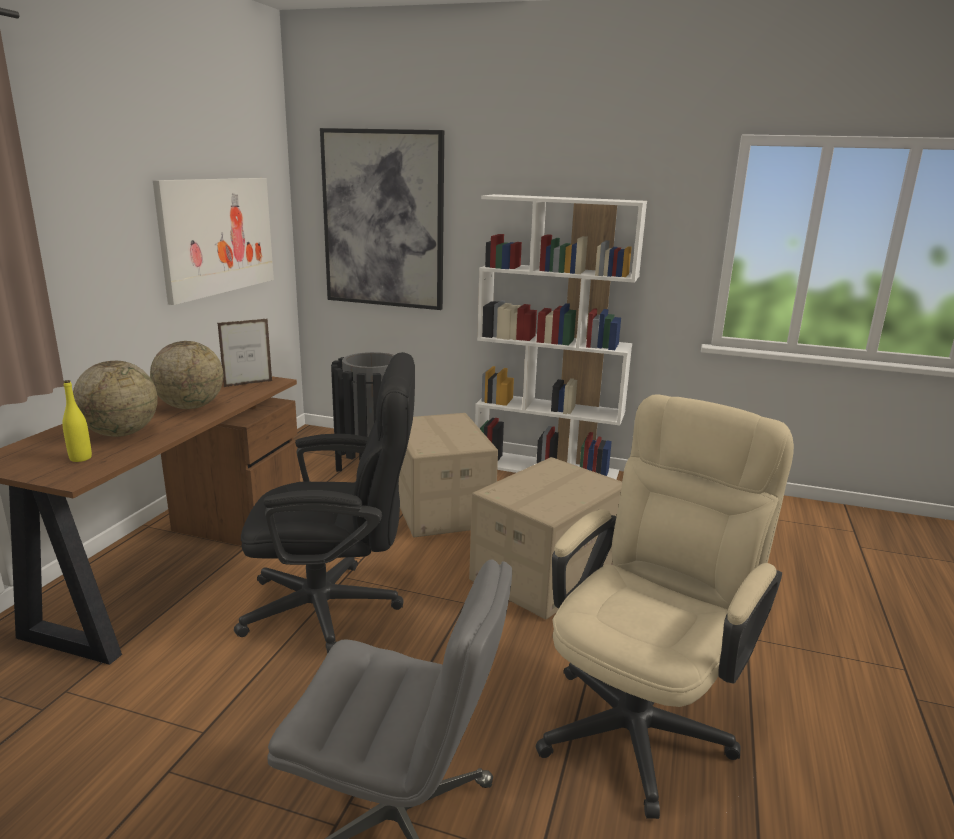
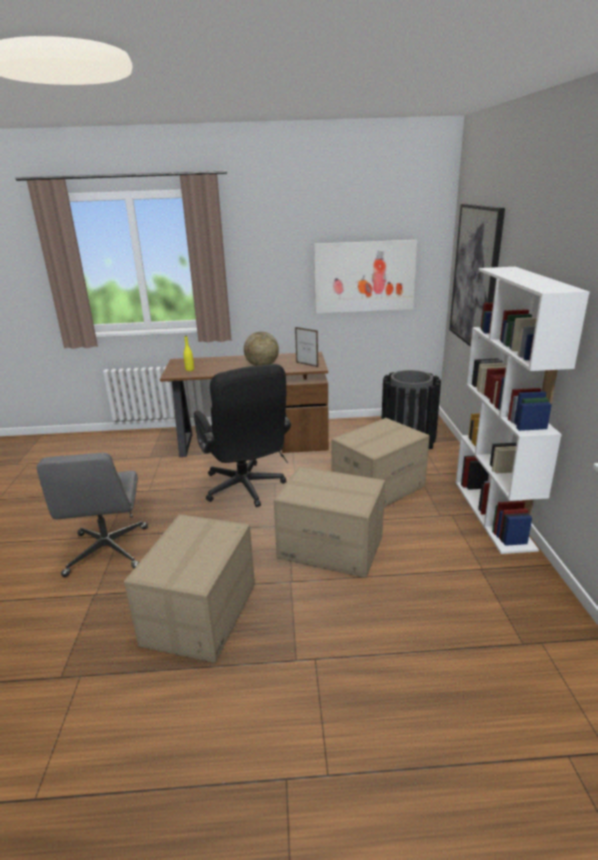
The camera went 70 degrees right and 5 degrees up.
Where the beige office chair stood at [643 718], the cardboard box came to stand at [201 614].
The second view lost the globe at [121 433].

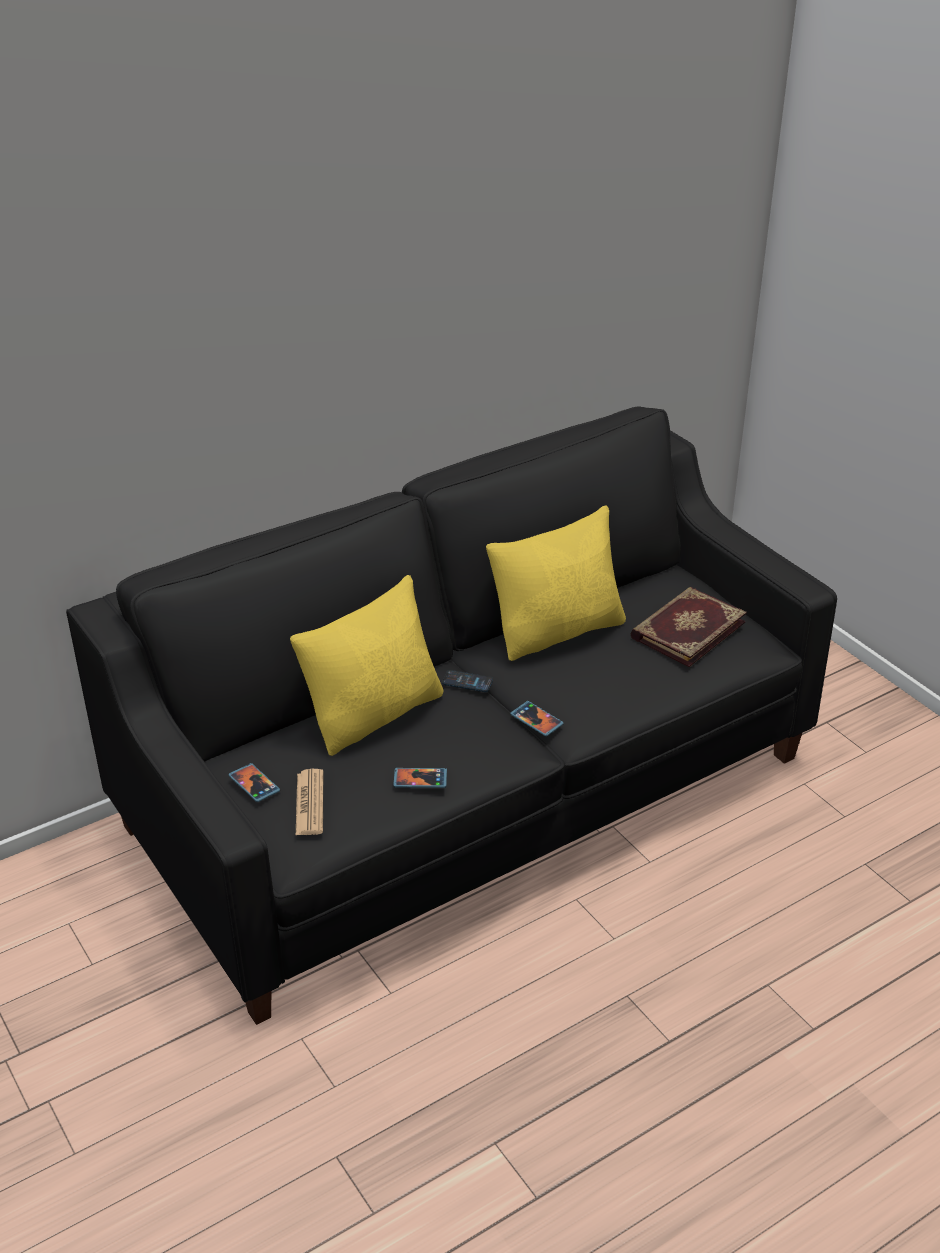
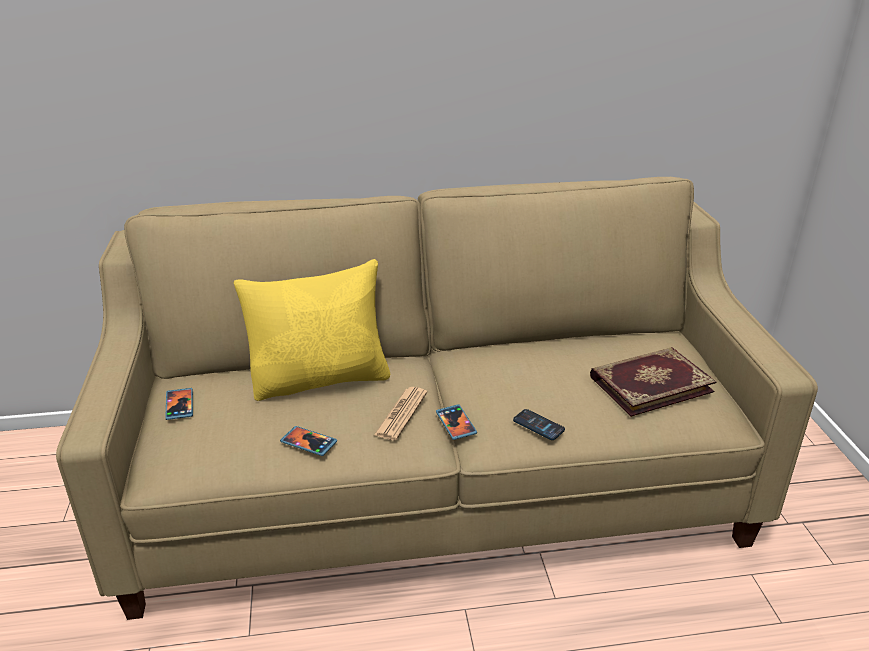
The camera went 25 degrees right and 5 degrees down.
What was the black sofa at [469 792] turned into the beige sofa at [434 481].
The newspaper ended up elsewhere, having gone from [309 803] to [401 414].
The phone ended up elsewhere, having gone from [467 682] to [538 425].
The second view lost the yellow pillow at [558 631].

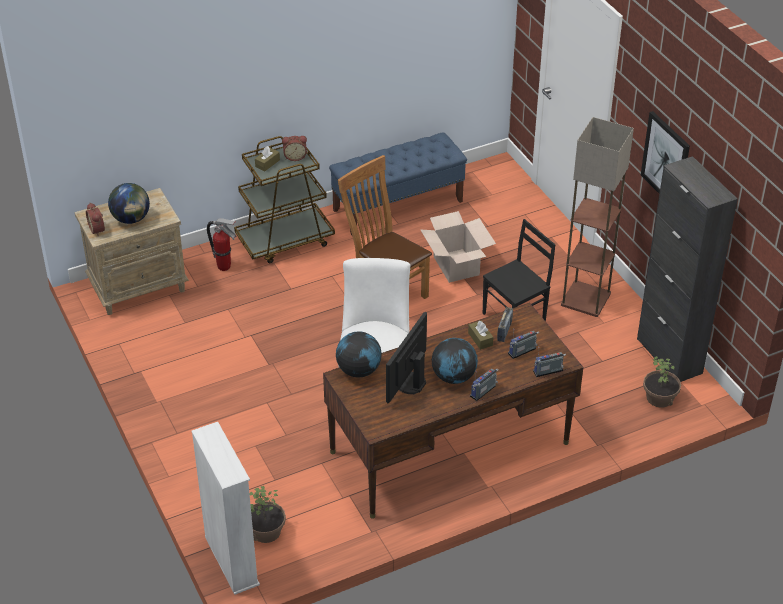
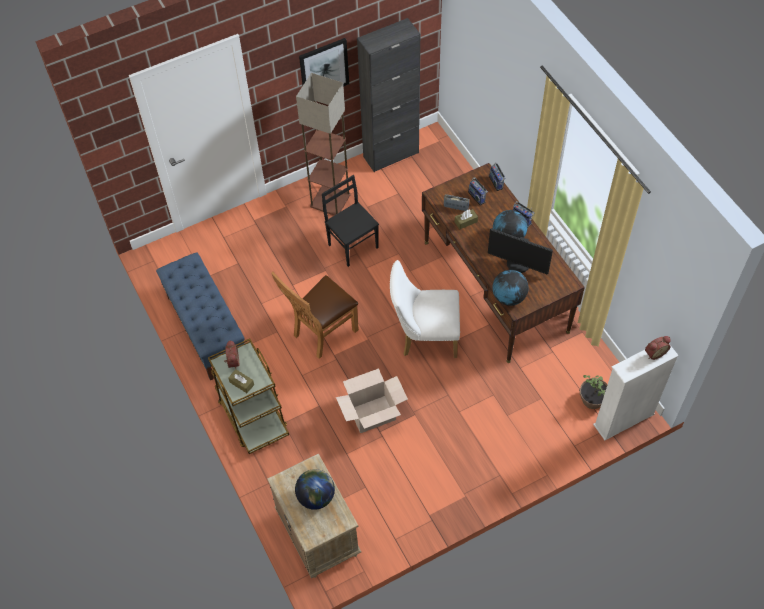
The camera went 90 degrees left and 15 degrees up.
The cardboard box ended up elsewhere, having gone from [455 266] to [372 414].
The alarm clock ended up elsewhere, having gone from [98 229] to [654 352].
The second view lost the fire extinguisher at [224 267].
The second view lost the potted plant at [660 398].

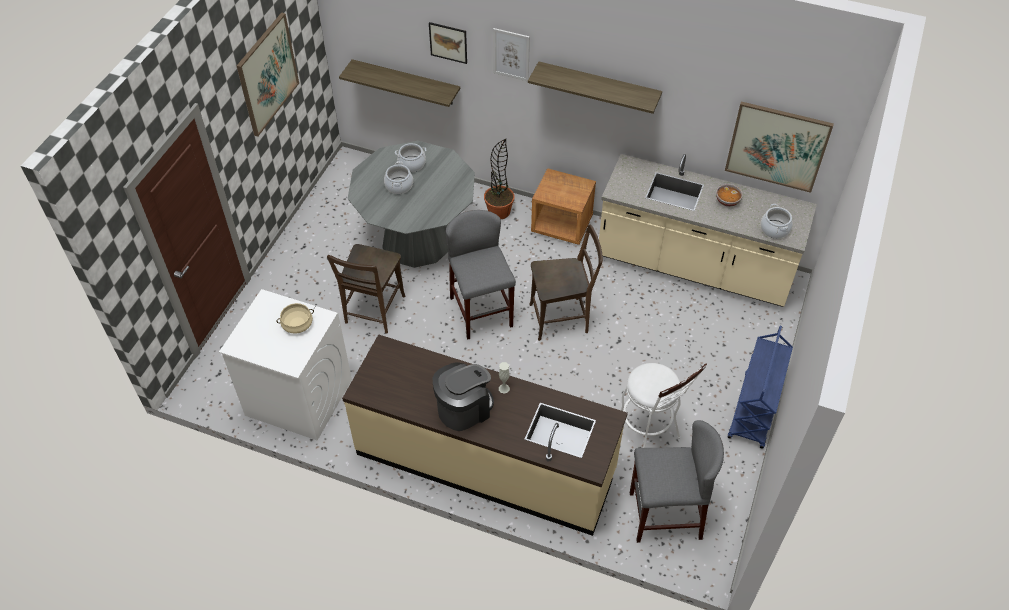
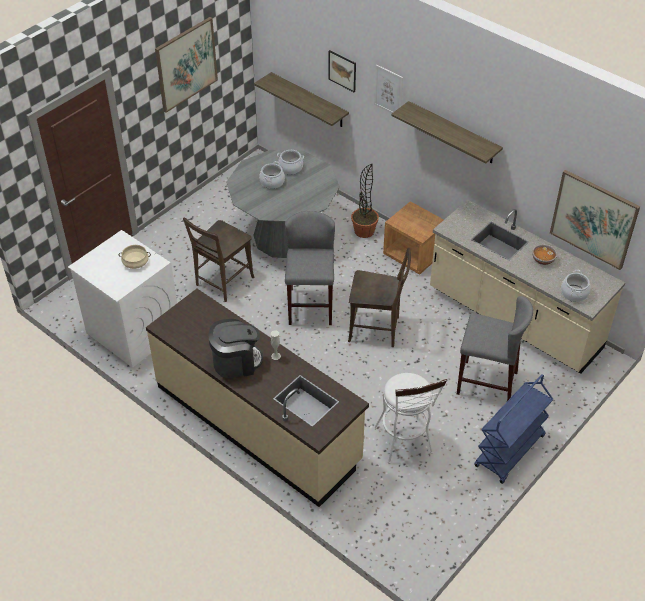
The camera went 20 degrees right and 5 degrees down.
The grey stool ended up elsewhere, having gone from [664 515] to [486 383].

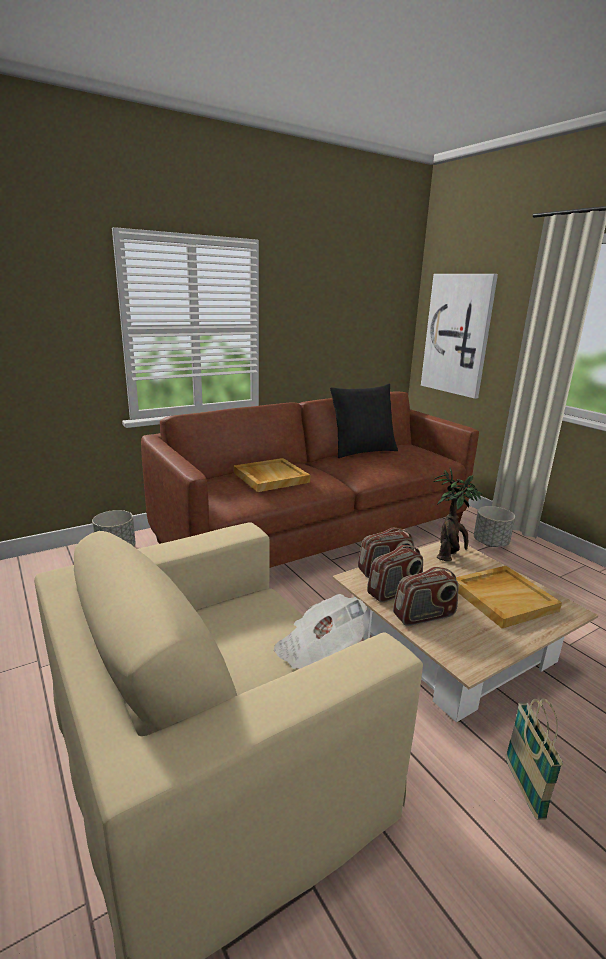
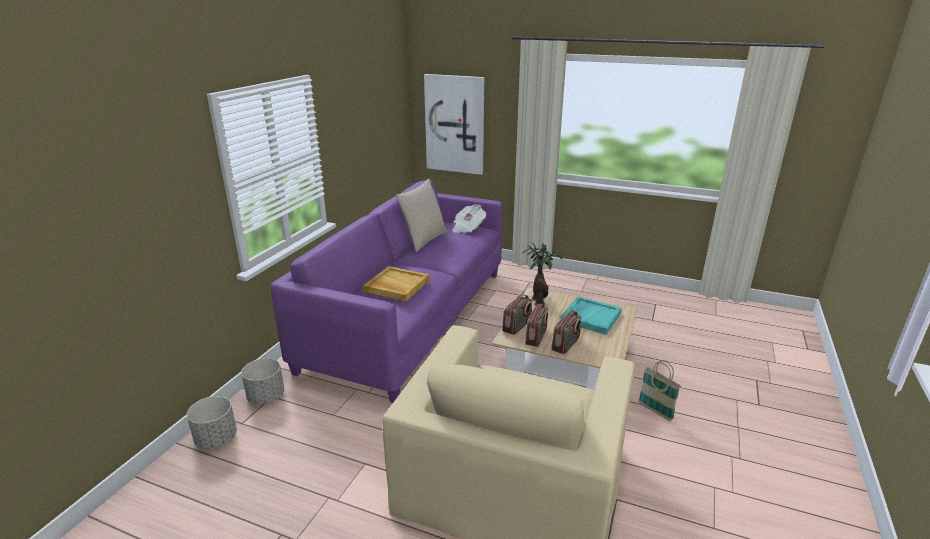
The camera went 35 degrees left and 5 degrees up.
The grey planter ended up elsewhere, having gone from [490 543] to [216 438].
What was the brown sofa at [316 532] turned into the purple sofa at [409 317].
What was the black pillow at [362 451] turned into the beige pillow at [423 240].
The newspaper ended up elsewhere, having gone from [318 651] to [467 228].
What was the beige tray at [503 598] turned into the turquoise tray at [590 317].

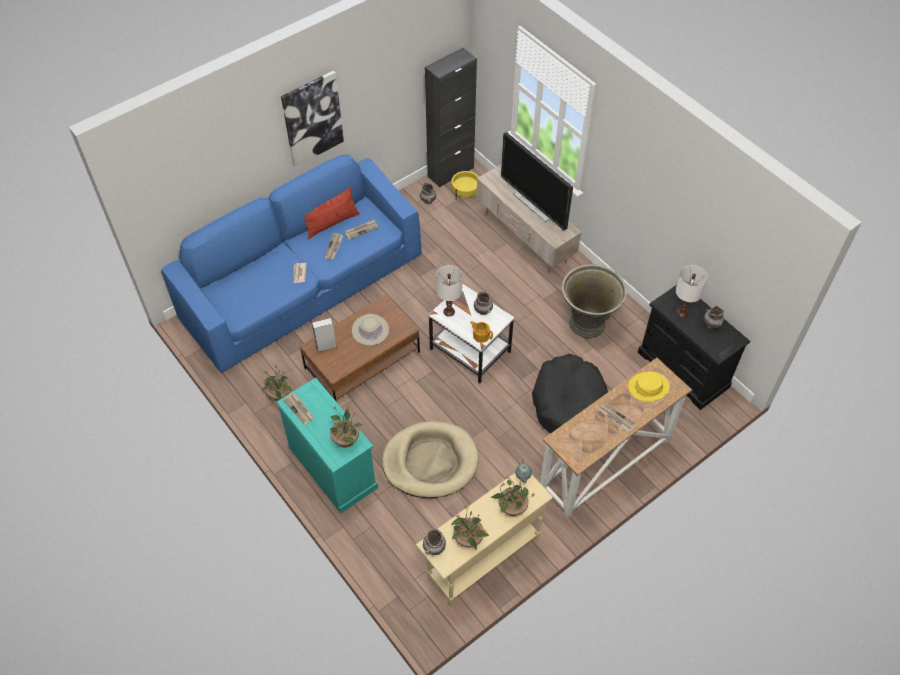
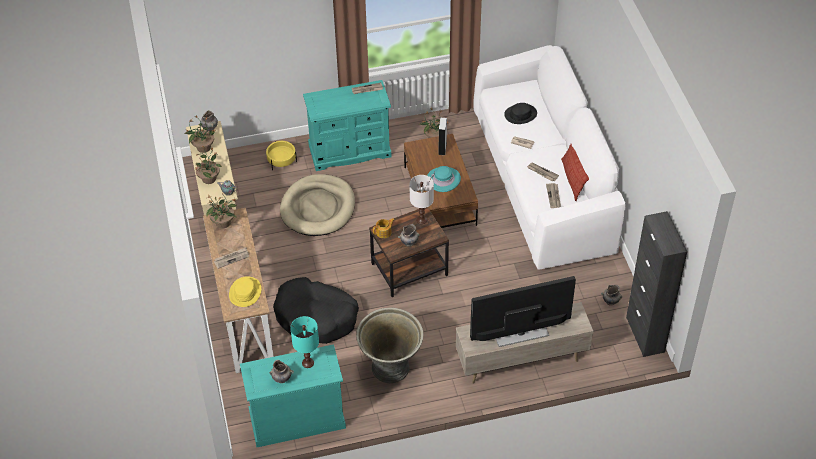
The camera went 115 degrees right and 5 degrees down.
The potted plant ended up elsewhere, having gone from [346 439] to [223 223].
What was the black dresser at [683 370] turned into the turquoise dresser at [297 419].
The yellow planter ended up elsewhere, having gone from [465 191] to [281 161].
What was the white table lamp at [682 313] turned into the turquoise table lamp at [307 362].
What was the white side table at [470 350] turned into the brown side table at [409 270].
What was the beige hat at [370 330] turned into the turquoise hat at [443 179].
What was the blue sofa at [303 287] turned into the white sofa at [542 180].
The second view gained the black hat at [520 114].
The second view lost the picture at [312 118].

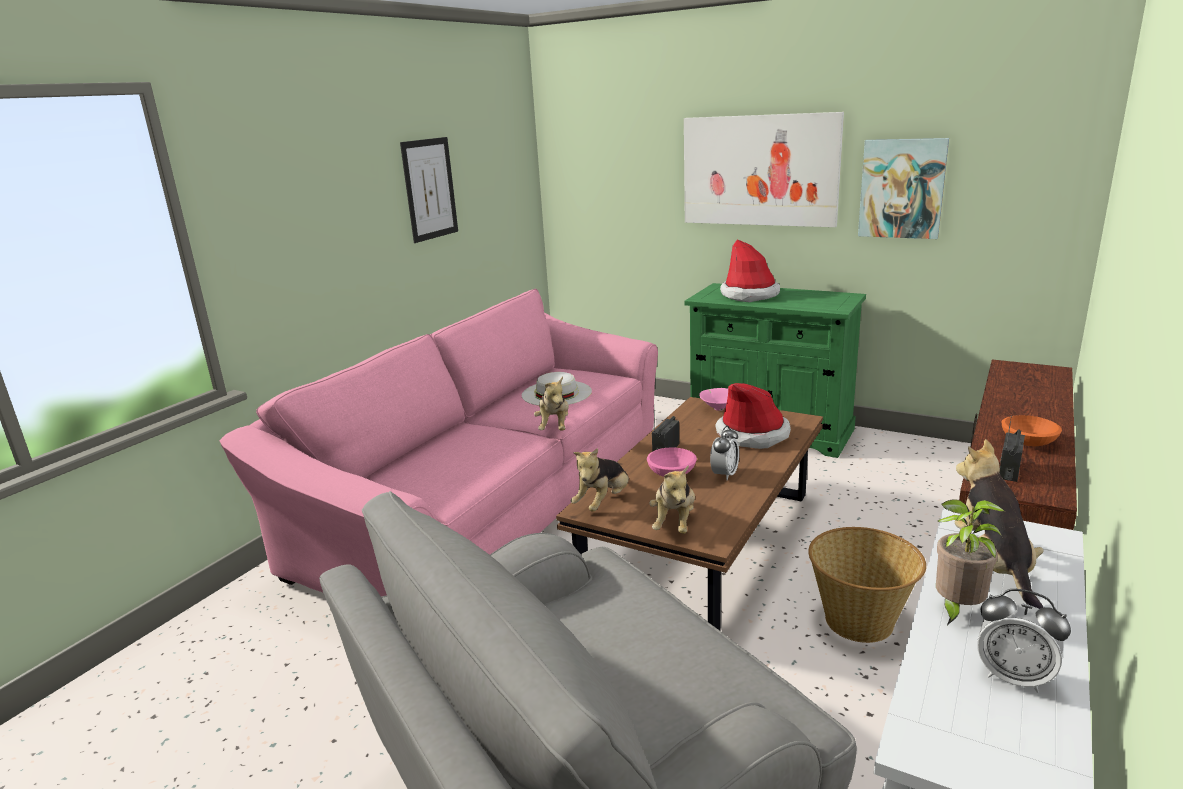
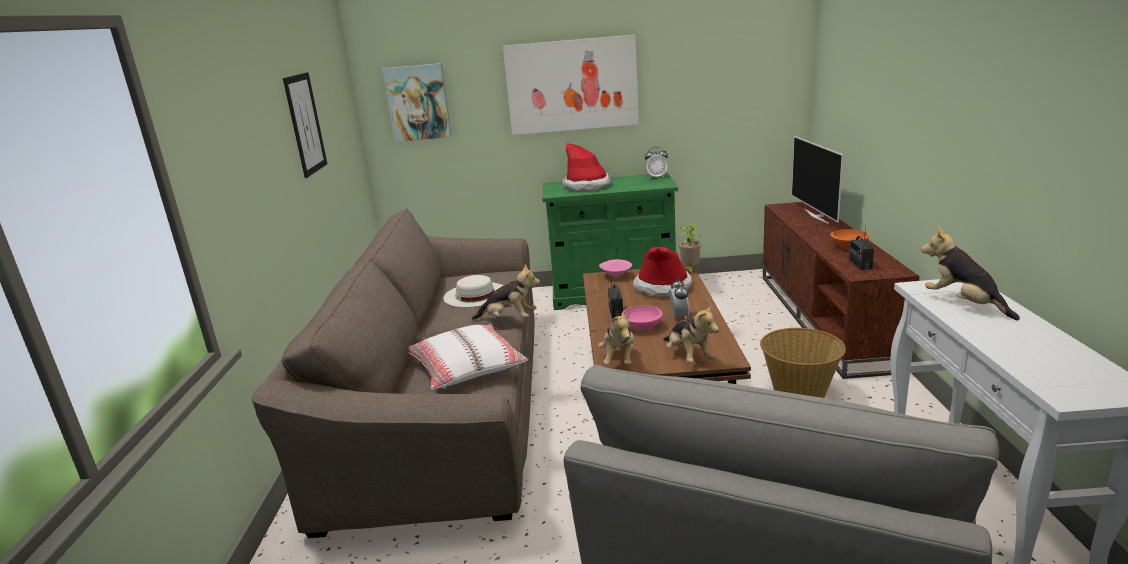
The camera went 30 degrees left and 0 degrees up.
What was the pink sofa at [492 500] turned into the brown sofa at [446 404].
The picture ended up elsewhere, having gone from [902 188] to [417 102].
The second view gained the white pillow at [466 368].
The plush toy at [554 427] ended up facing another way, 45 degrees counterclockwise from before.
The alarm clock ended up elsewhere, having gone from [1013 677] to [656 177].
The potted plant ended up elsewhere, having gone from [956 609] to [689 270].
The second view gained the television at [817 216].

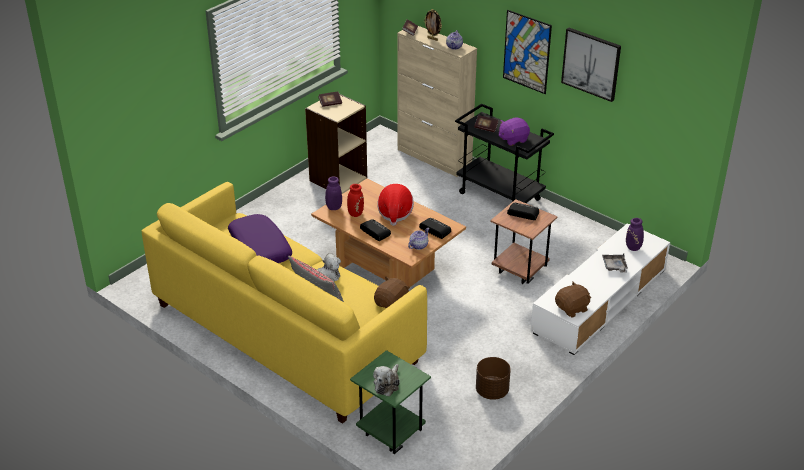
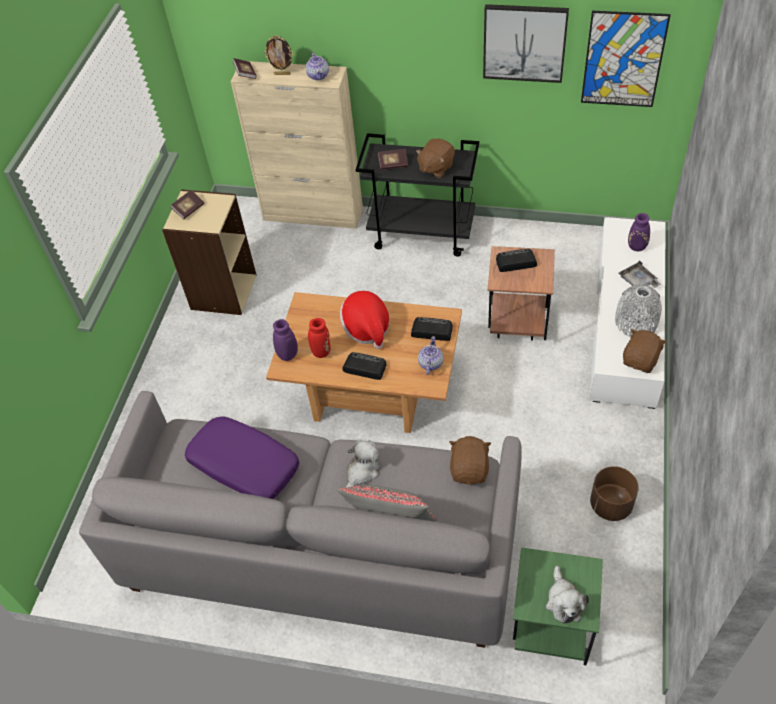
The camera went 25 degrees left and 15 degrees up.
What was the yellow sofa at [285 332] turned into the grey sofa at [320 548].
What was the purple plush toy at [513 139] turned into the brown plush toy at [435 167].
The picture ended up elsewhere, having gone from [527 52] to [623 60].
The second view gained the grey vase at [636 322].

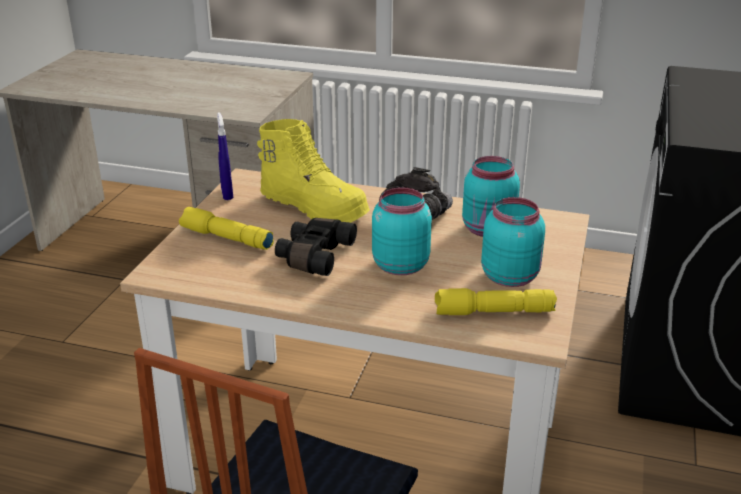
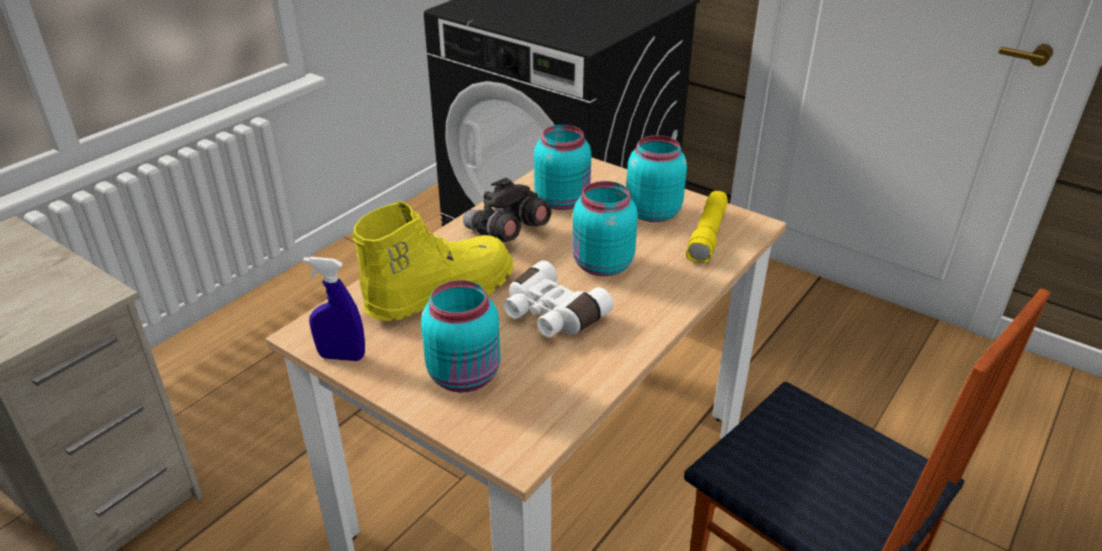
The camera went 70 degrees left and 5 degrees up.
Where the yellow flashlight stood at [226 238], the turquoise jar came to stand at [466 376].
What was the black binoculars at [313 256] turned into the white binoculars at [551 315].

